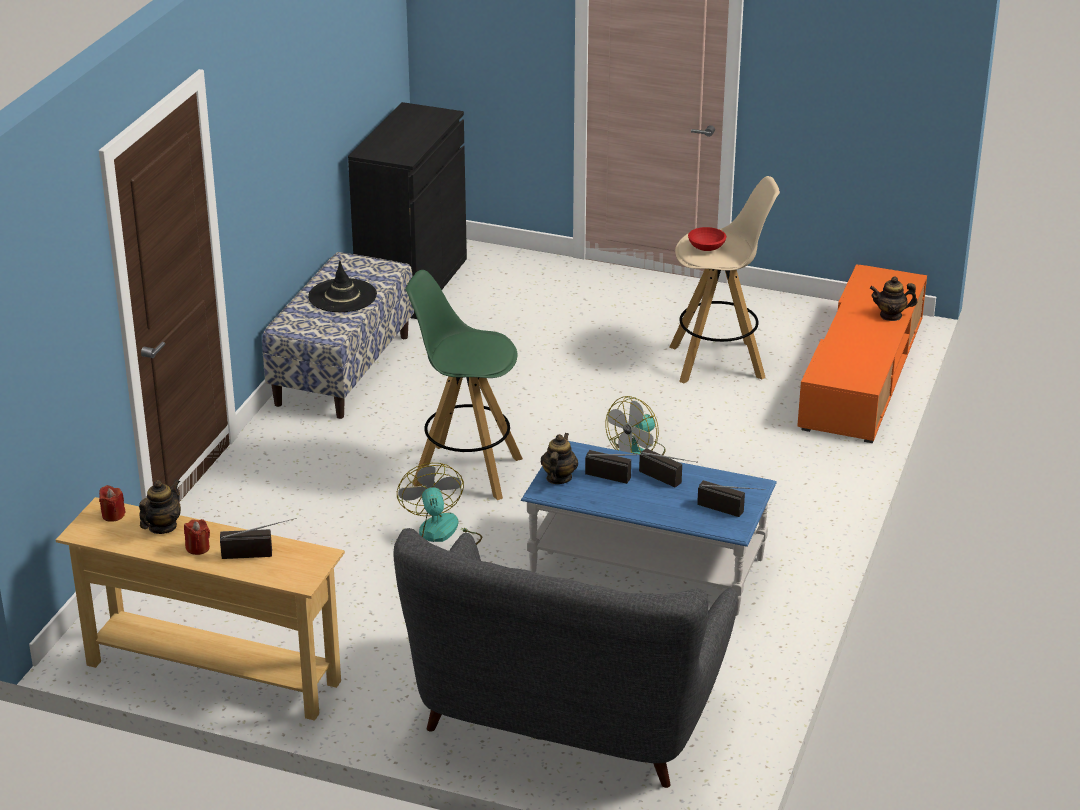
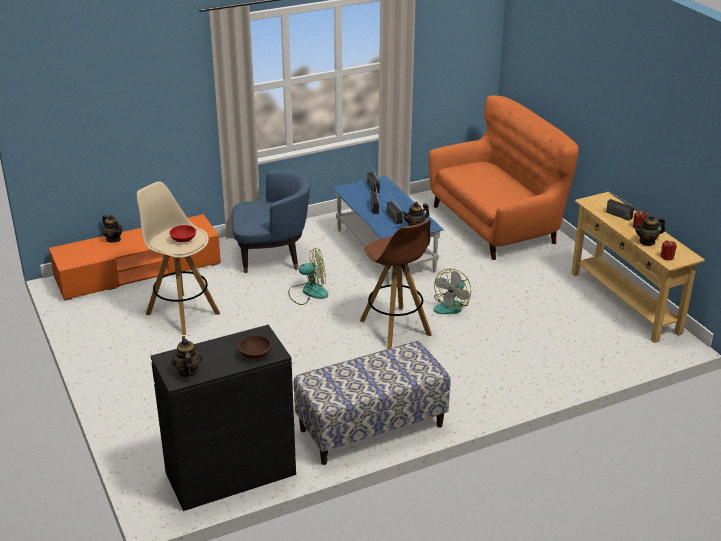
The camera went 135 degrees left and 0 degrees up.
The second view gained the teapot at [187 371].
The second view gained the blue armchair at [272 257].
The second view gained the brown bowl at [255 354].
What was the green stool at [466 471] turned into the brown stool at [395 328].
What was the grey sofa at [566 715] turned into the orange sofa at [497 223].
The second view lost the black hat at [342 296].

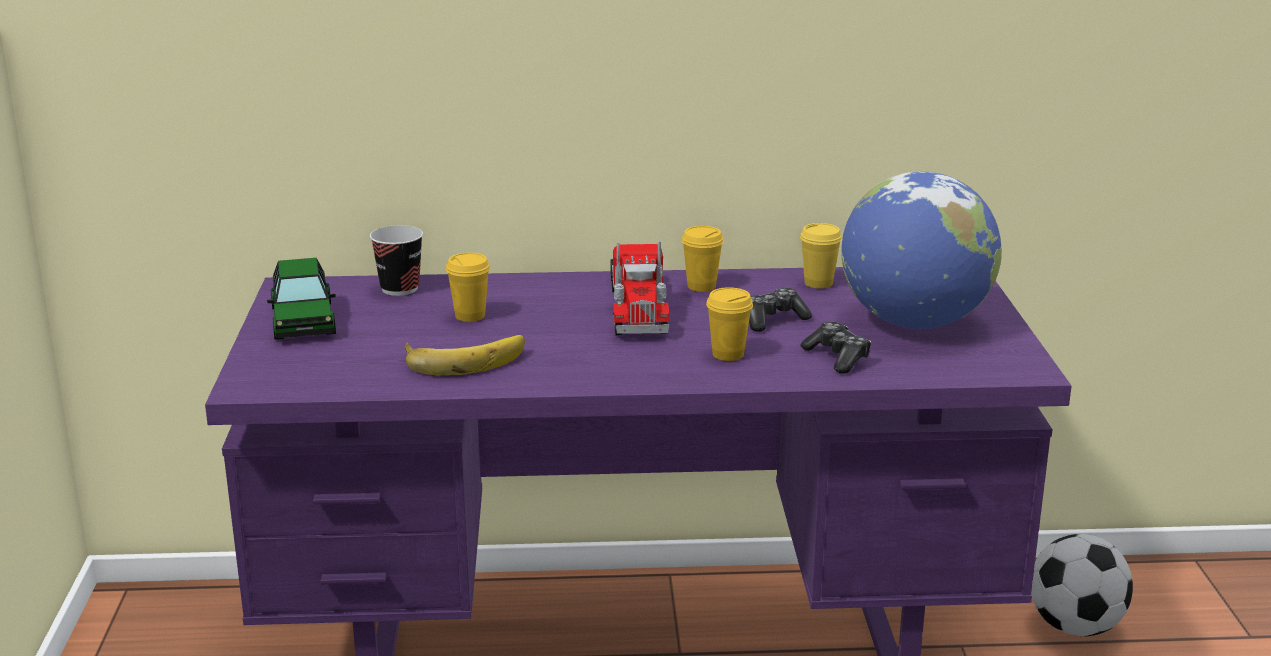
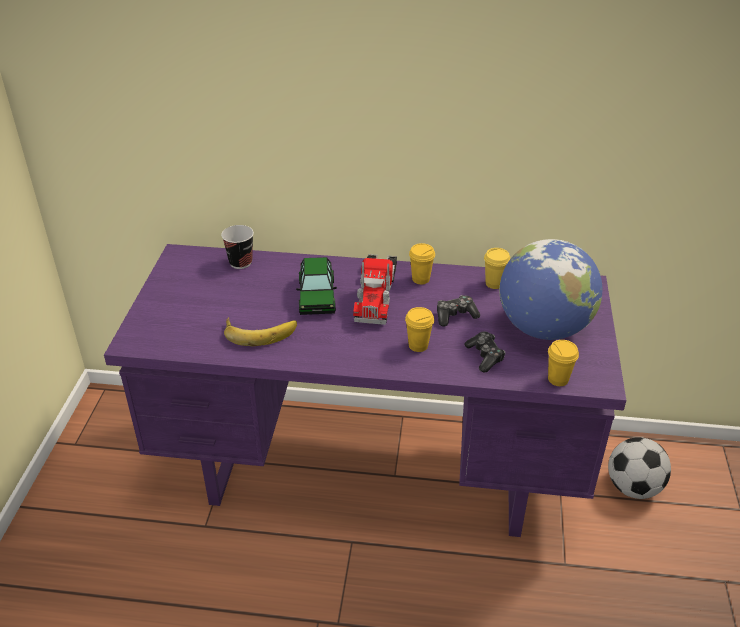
The camera went 10 degrees right and 15 degrees up.
The toy car ended up elsewhere, having gone from [303 321] to [317 297].
The yellow cup ended up elsewhere, having gone from [470 316] to [558 379].

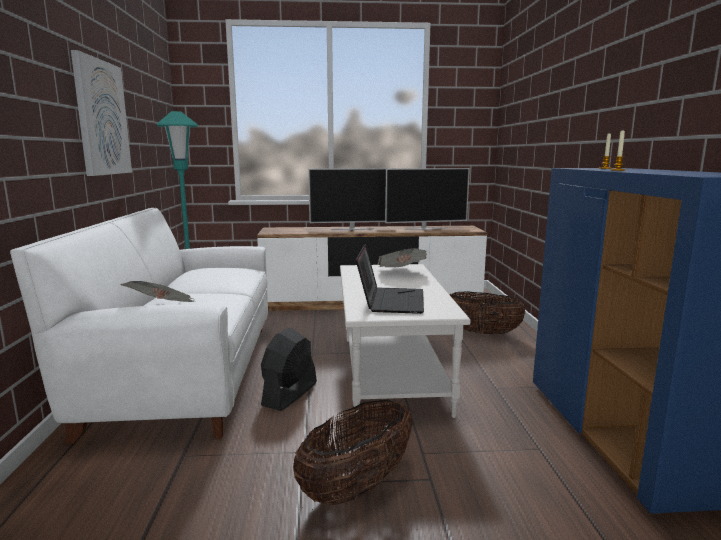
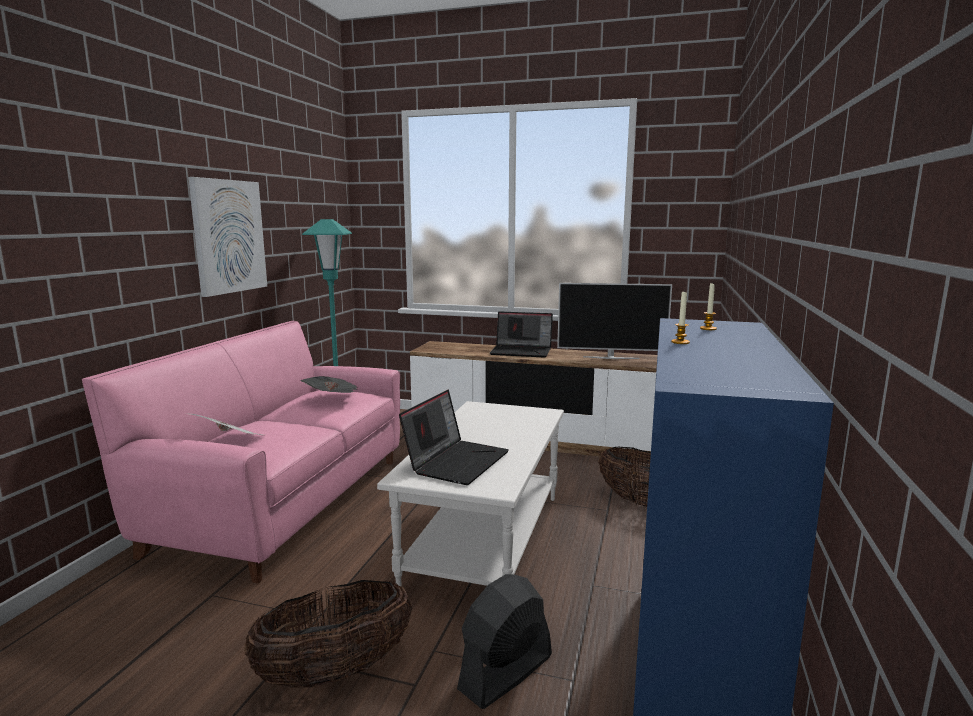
The camera went 20 degrees right and 0 degrees up.
What was the white sofa at [186 374] turned into the pink sofa at [284 503].
The newspaper ended up elsewhere, having gone from [401 272] to [332 400].
The black fan ended up elsewhere, having gone from [289 394] to [505 672].
Where the television stood at [352 229], the laptop came to stand at [522 351].

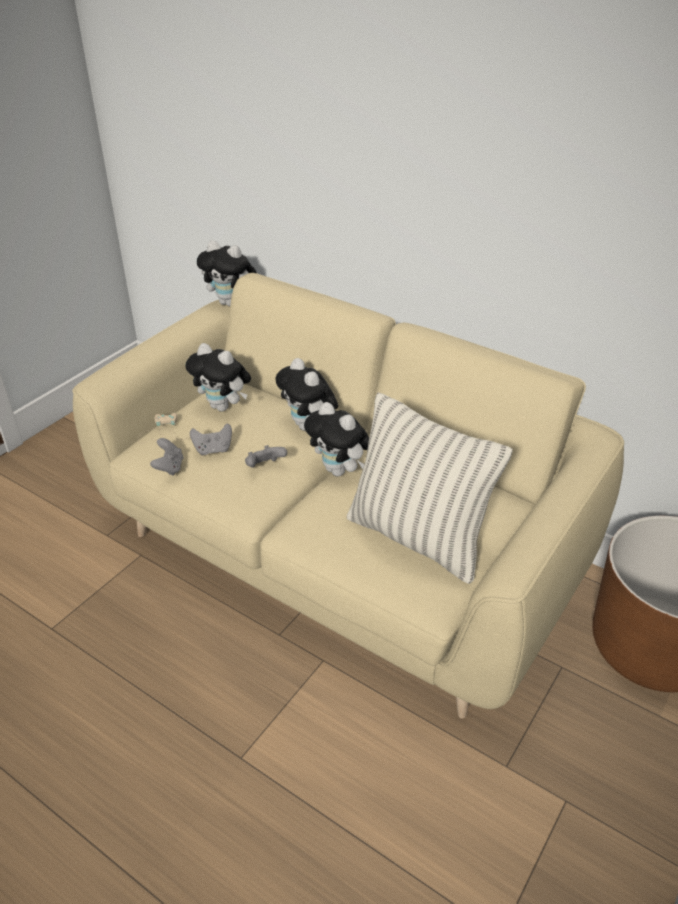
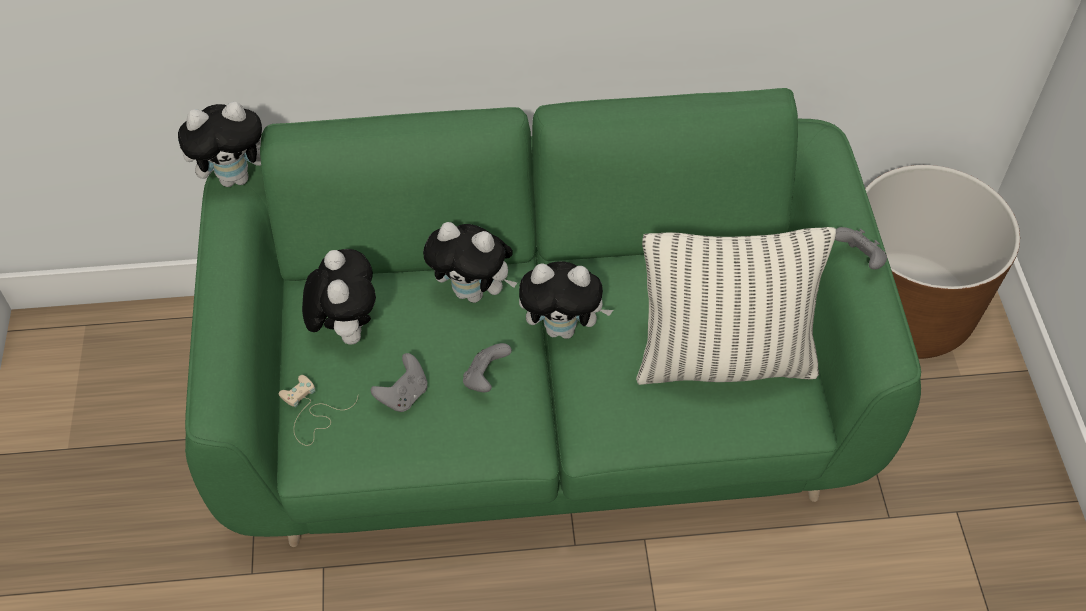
The camera went 40 degrees left and 15 degrees up.
What was the beige sofa at [339 554] turned into the green sofa at [542 409].
The plush toy at [223 407] ended up facing another way, 90 degrees counterclockwise from before.
The grey game controller ended up elsewhere, having gone from [169 467] to [859 259].

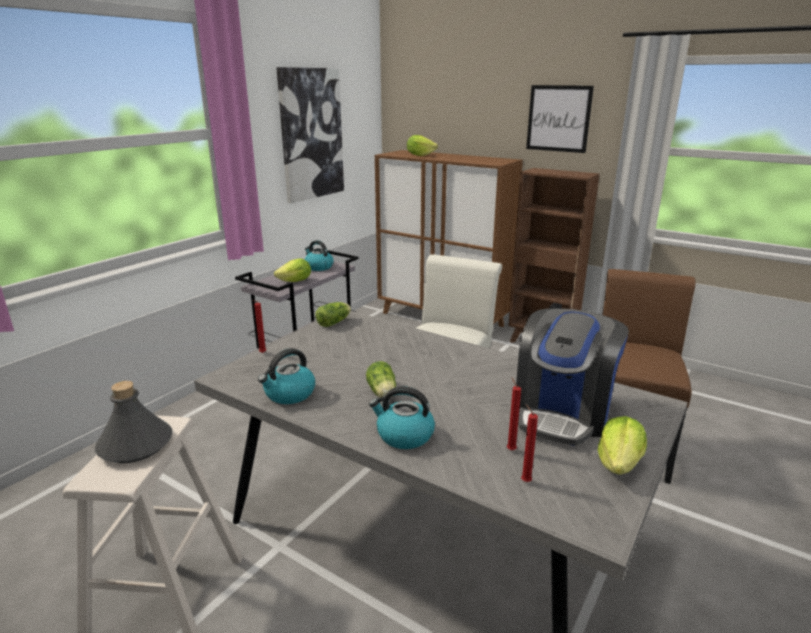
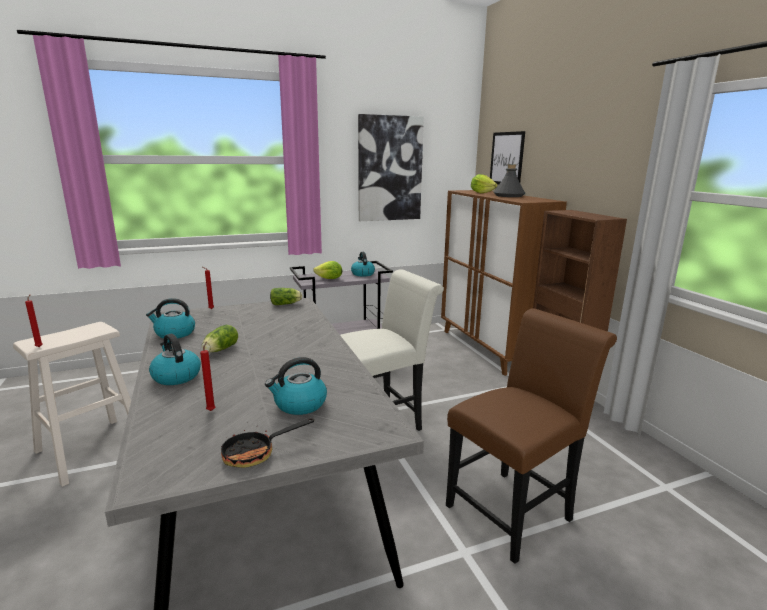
The camera went 35 degrees right and 5 degrees down.
The red candle ended up elsewhere, having gone from [524 481] to [40 346].
Where the lettuce stood at [619 464], the frying pan came to stand at [256 453].
Where the coffee machine stood at [562 413], the kettle came to stand at [299 404].
The picture ended up elsewhere, having gone from [558 118] to [506 158].
The grey bottle ended up elsewhere, having gone from [136 446] to [509 196].

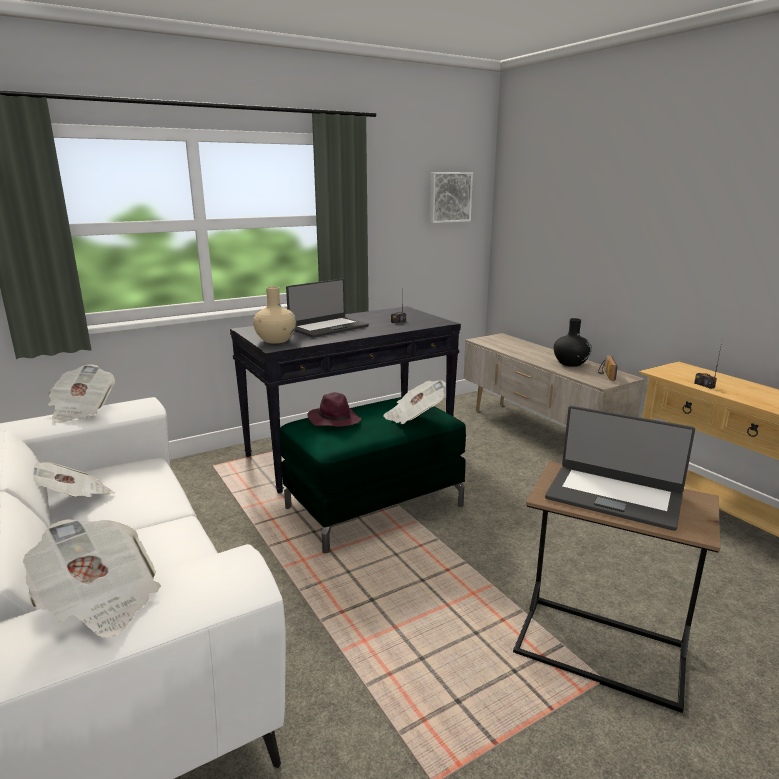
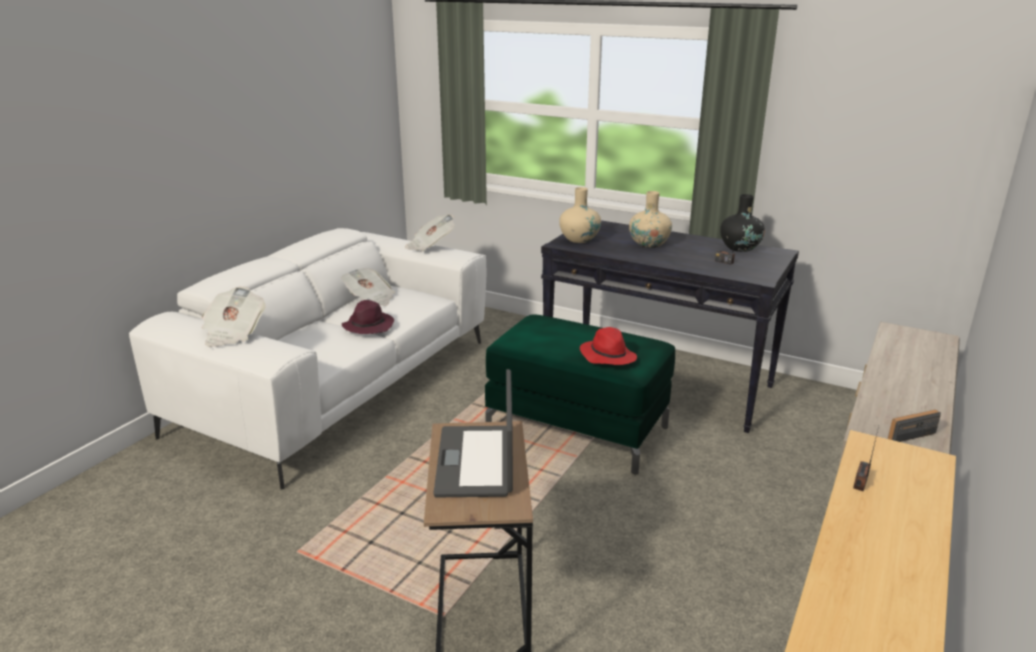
The camera went 60 degrees right and 5 degrees up.
The purple hat ended up elsewhere, having gone from [334 420] to [368 325].
Where the newspaper stood at [414 417], the red hat came to stand at [607 356].
Where the laptop stood at [328 327], the beige vase came to stand at [649 244].
The black vase ended up elsewhere, having gone from [570 363] to [740 248].
The second view lost the picture at [449 197].

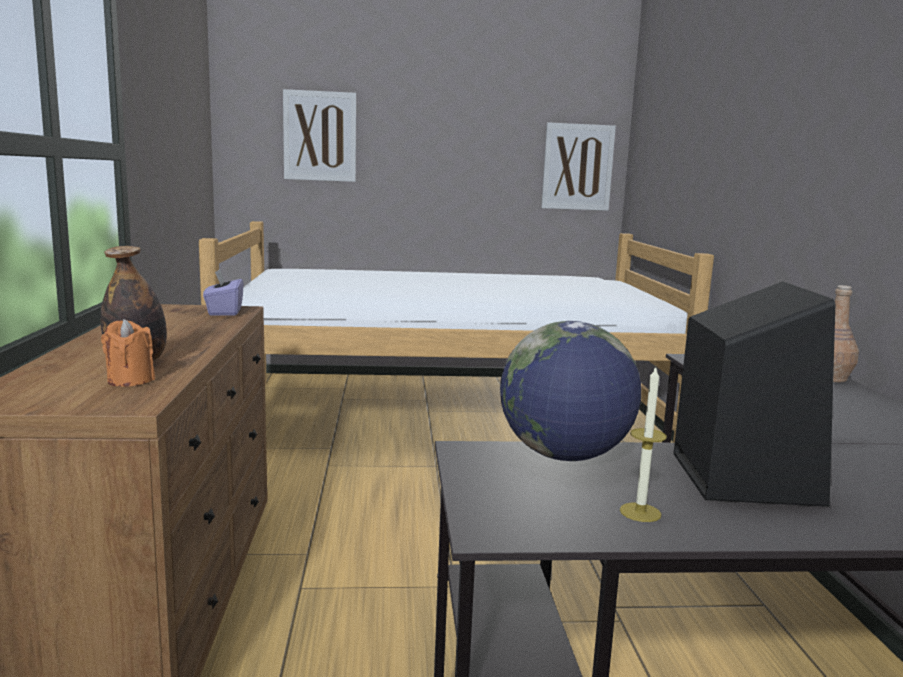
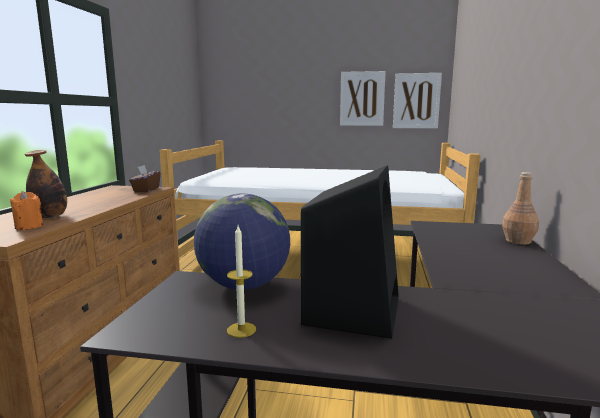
The camera went 15 degrees right and 0 degrees up.
What was the purple tissue box at [224 312] turned into the brown tissue box at [146 190].
The picture ended up elsewhere, having gone from [320 136] to [362 98].

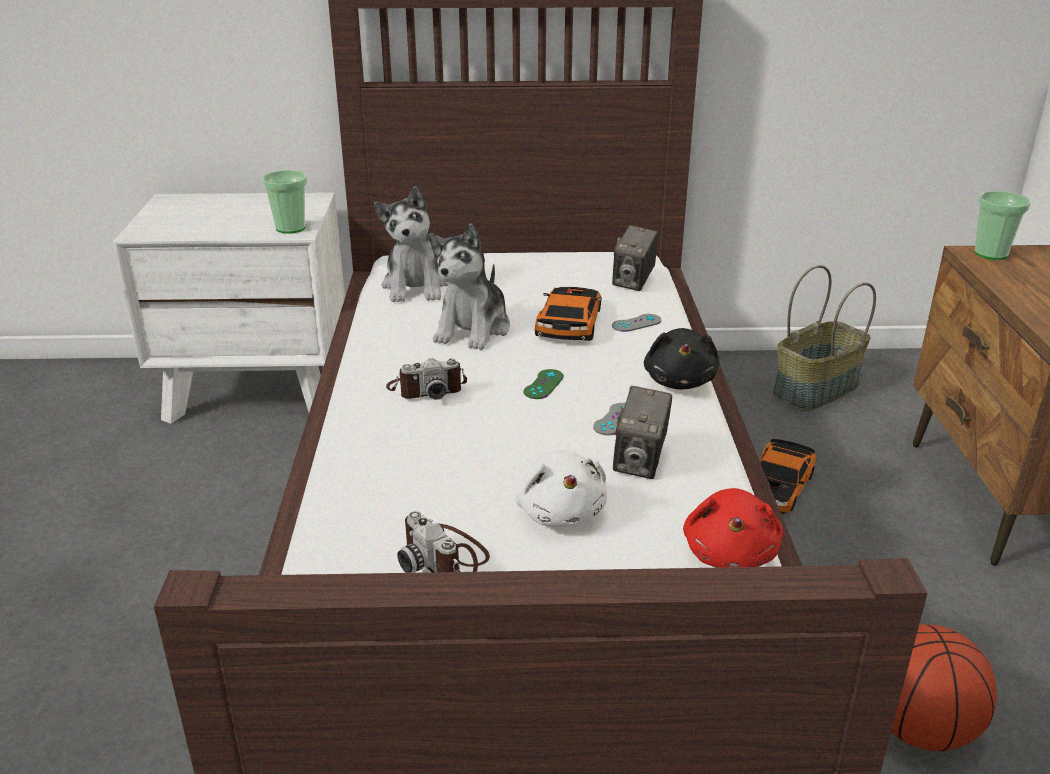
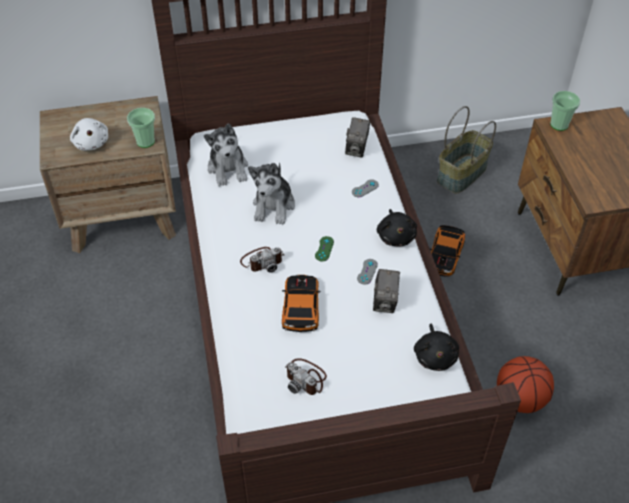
The camera went 10 degrees left and 20 degrees up.
What was the white nightstand at [258 389] turned into the brown nightstand at [123 217].
The white plush toy ended up elsewhere, having gone from [560 512] to [91 142].
The toy car ended up elsewhere, having gone from [568 323] to [300 307].
What was the red plush toy at [730 553] turned into the black plush toy at [435 356].

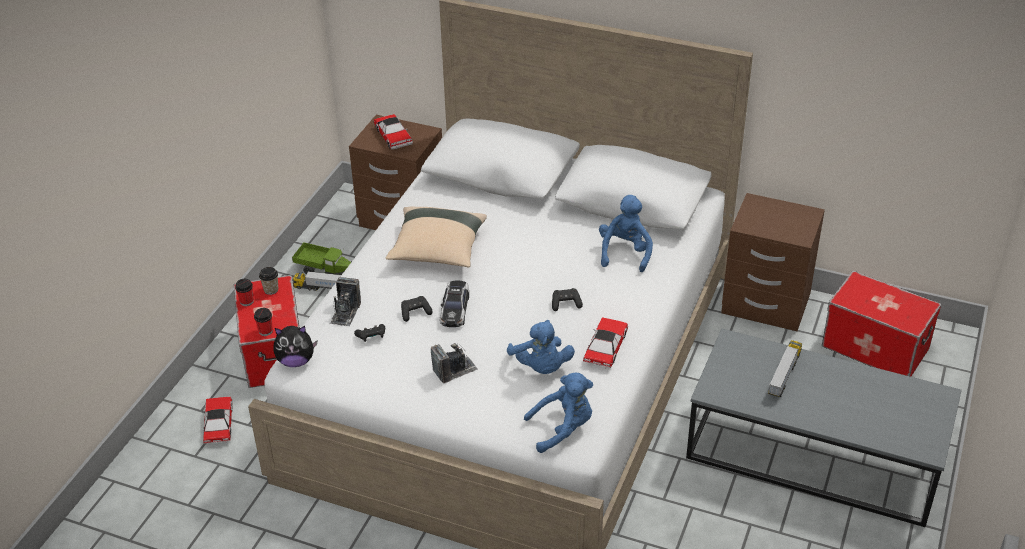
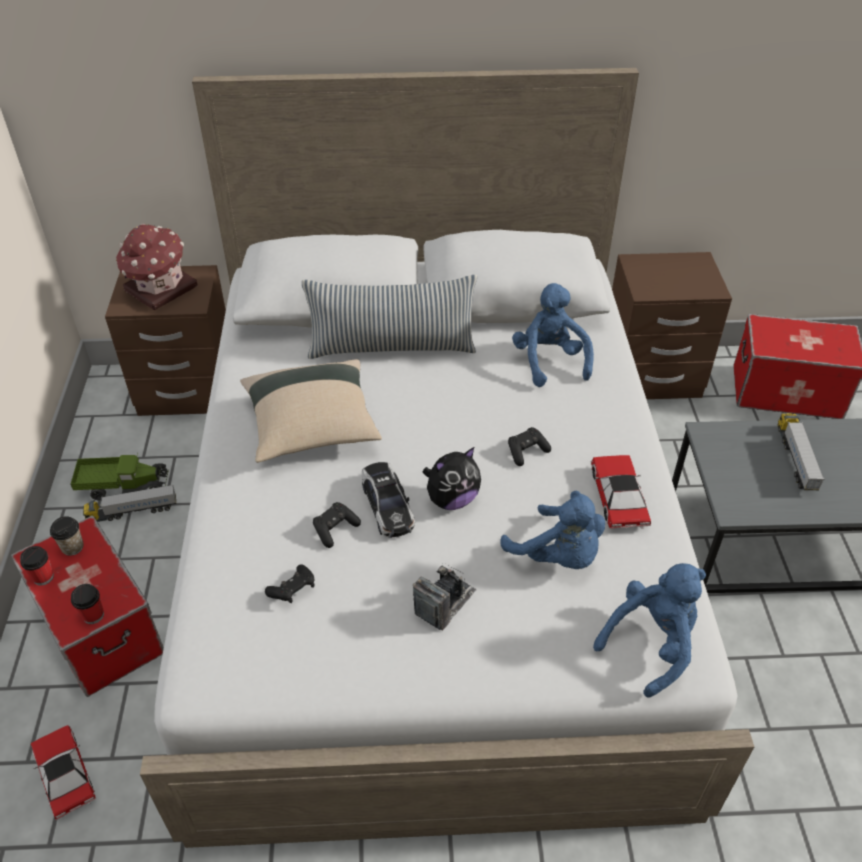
The camera went 25 degrees left and 5 degrees up.
Where the toy car stood at [393 136], the toy house came to stand at [159 290].
The second view gained the pillow at [392 348].
The plush toy ended up elsewhere, having gone from [296 361] to [451 499].
The second view lost the photo camera at [345 312].

